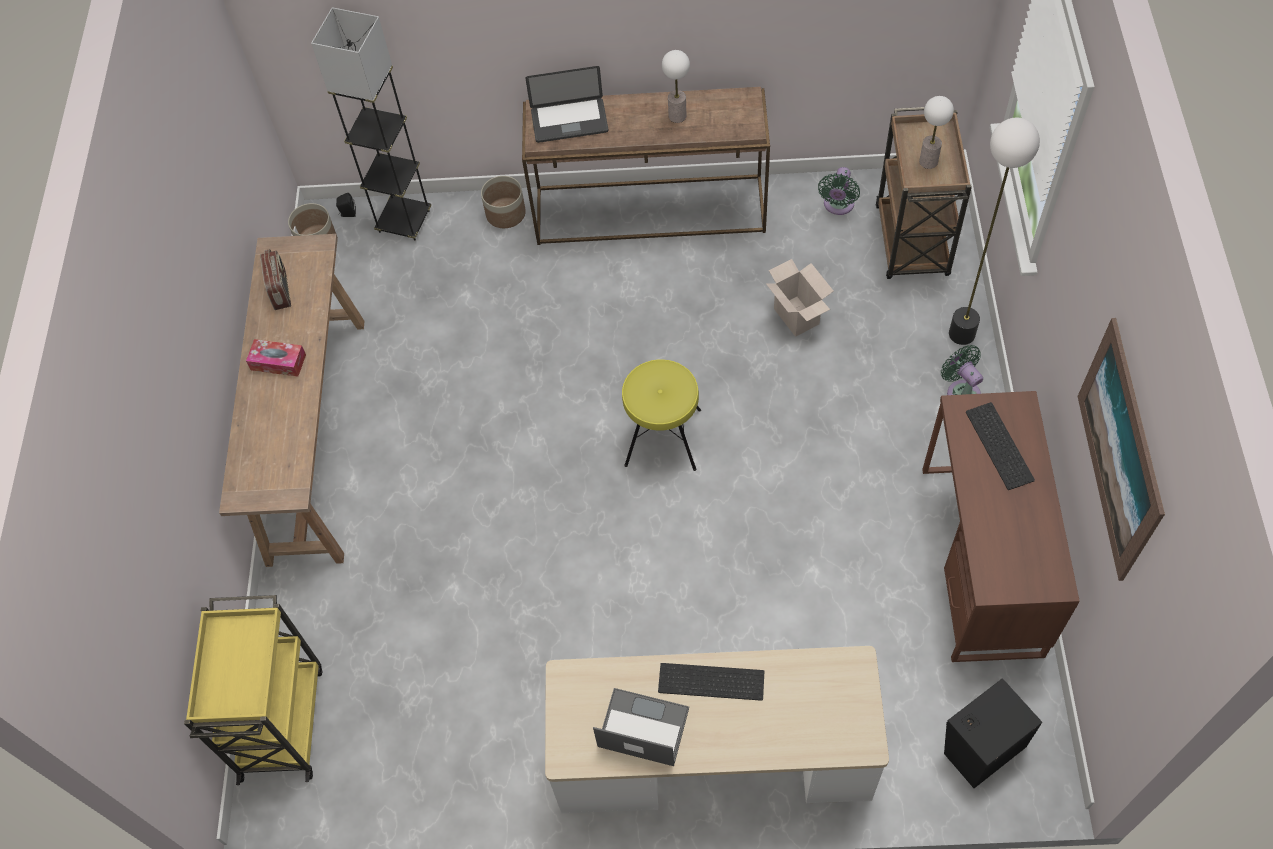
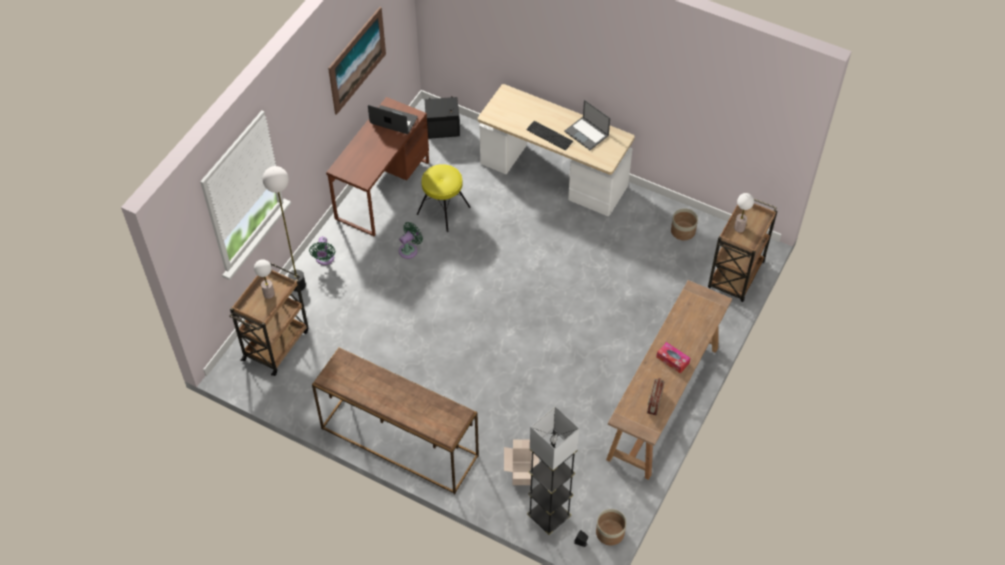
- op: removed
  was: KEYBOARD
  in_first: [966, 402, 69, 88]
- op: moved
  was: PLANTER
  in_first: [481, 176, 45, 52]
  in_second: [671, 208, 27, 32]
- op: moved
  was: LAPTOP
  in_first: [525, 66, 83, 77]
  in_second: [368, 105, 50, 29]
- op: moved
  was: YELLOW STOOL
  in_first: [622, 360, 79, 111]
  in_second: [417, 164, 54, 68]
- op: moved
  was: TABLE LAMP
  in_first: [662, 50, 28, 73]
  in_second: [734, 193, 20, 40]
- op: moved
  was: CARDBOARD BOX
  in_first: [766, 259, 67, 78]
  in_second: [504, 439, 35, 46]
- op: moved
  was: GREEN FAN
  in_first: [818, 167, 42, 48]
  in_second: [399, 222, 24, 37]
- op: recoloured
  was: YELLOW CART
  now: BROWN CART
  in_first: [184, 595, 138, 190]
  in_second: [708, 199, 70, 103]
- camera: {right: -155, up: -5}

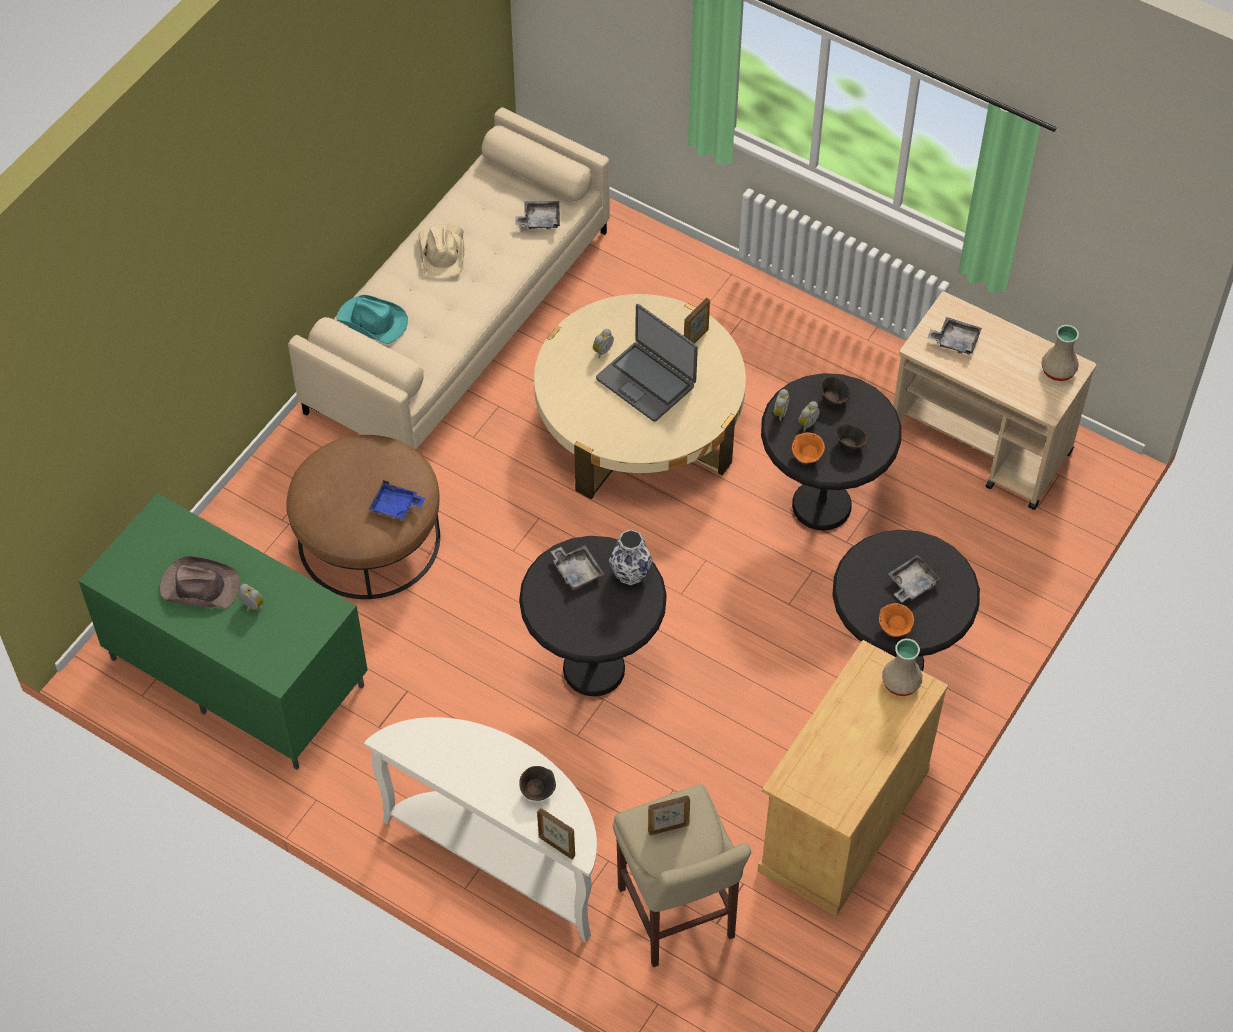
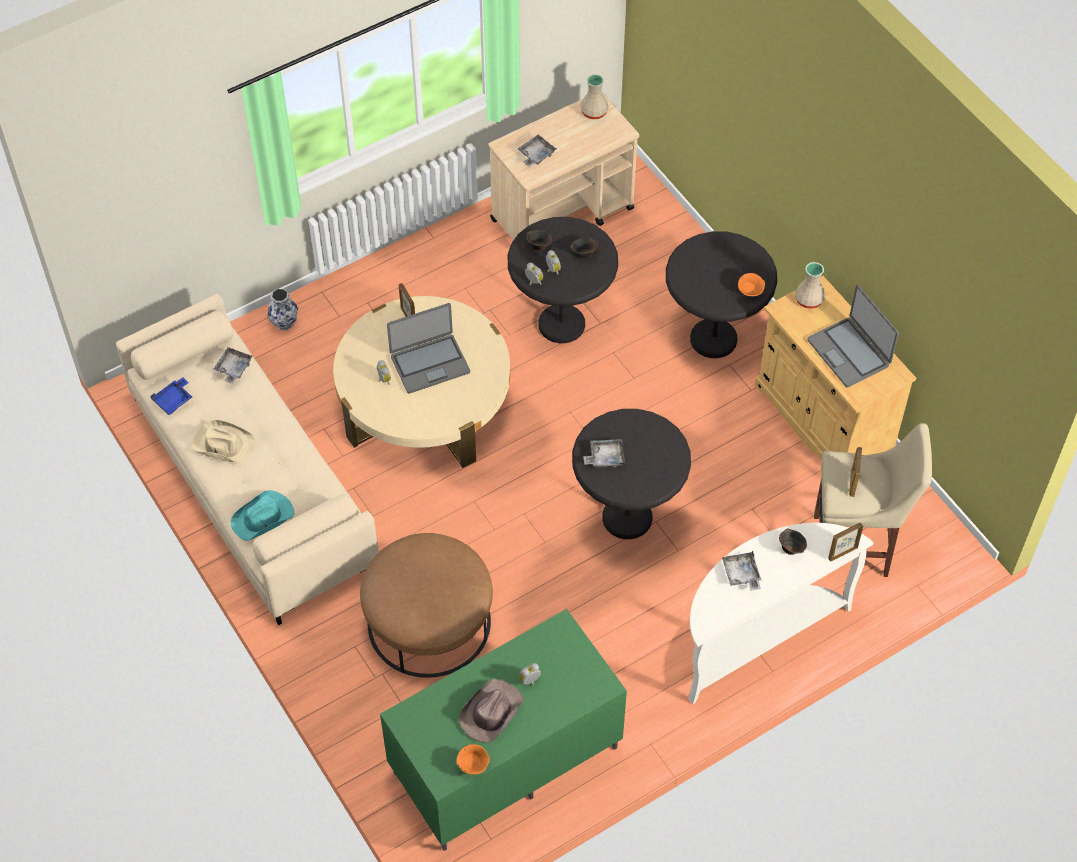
- op: added
  now: LAPTOP
  in_second: [807, 285, 92, 103]
- op: moved
  was: BLUE TRAY
  in_first: [369, 480, 56, 40]
  in_second: [150, 377, 42, 38]
- op: moved
  was: VASE
  in_first: [609, 530, 44, 55]
  in_second: [267, 289, 31, 41]
- op: moved
  was: ORANGE BOWL
  in_first: [792, 433, 33, 30]
  in_second: [456, 744, 34, 30]
- op: moved
  was: GREY TRAY
  in_first: [888, 555, 54, 48]
  in_second: [722, 551, 39, 39]
- camera: {right: -65, up: 0}

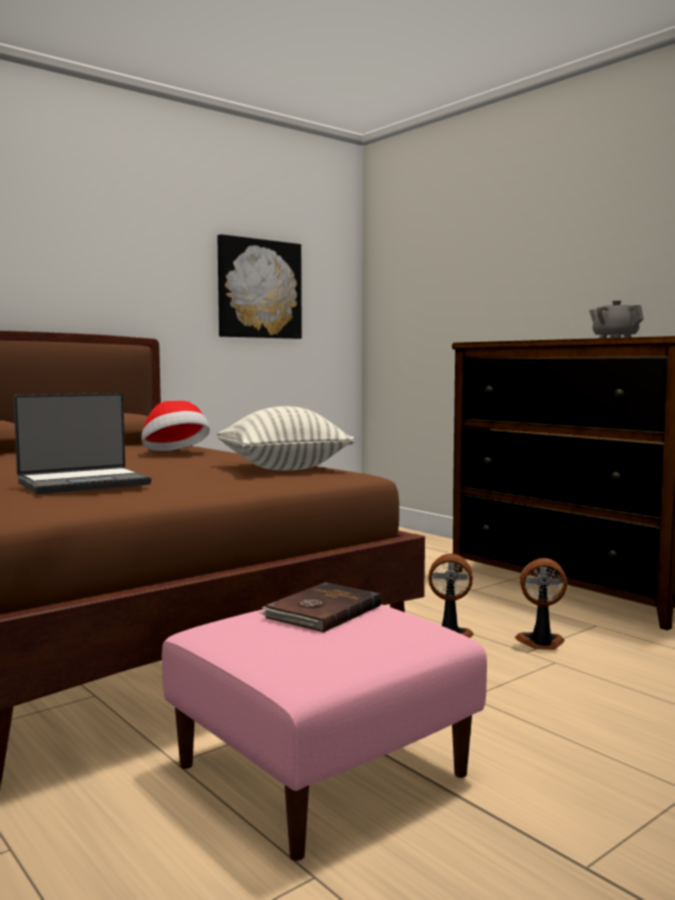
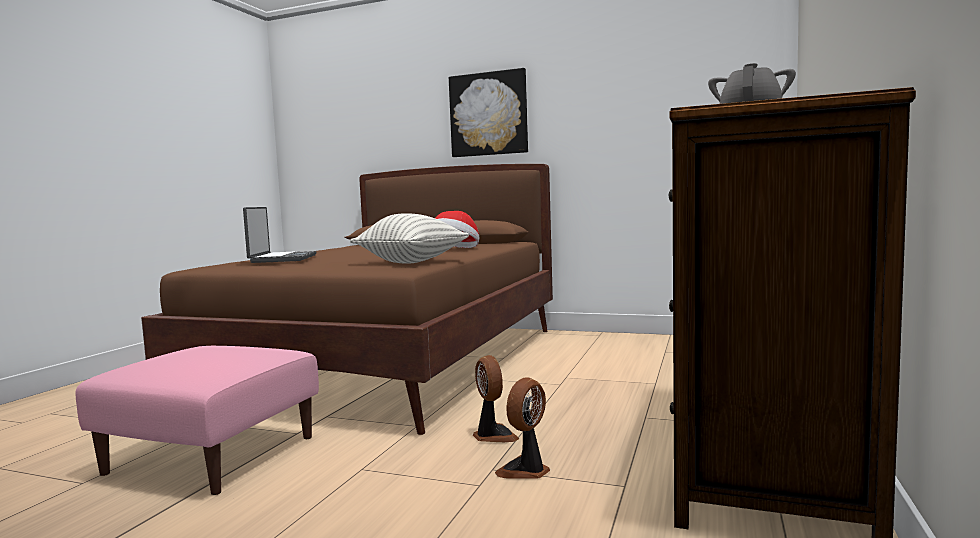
- op: removed
  was: BROWN BOOK
  in_first: [260, 582, 121, 51]
- op: moved
  was: PICTURE
  in_first: [217, 234, 85, 105]
  in_second: [449, 68, 79, 89]
- op: turned
  was: LAPTOP
  in_first: [13, 393, 138, 101]
  in_second: [243, 207, 73, 56]
  clockwise: -120
- op: turned
  was: FAN
  in_first: [515, 558, 52, 92]
  in_second: [495, 377, 55, 102]
  clockwise: -120
- camera: {right: 60, up: 0}

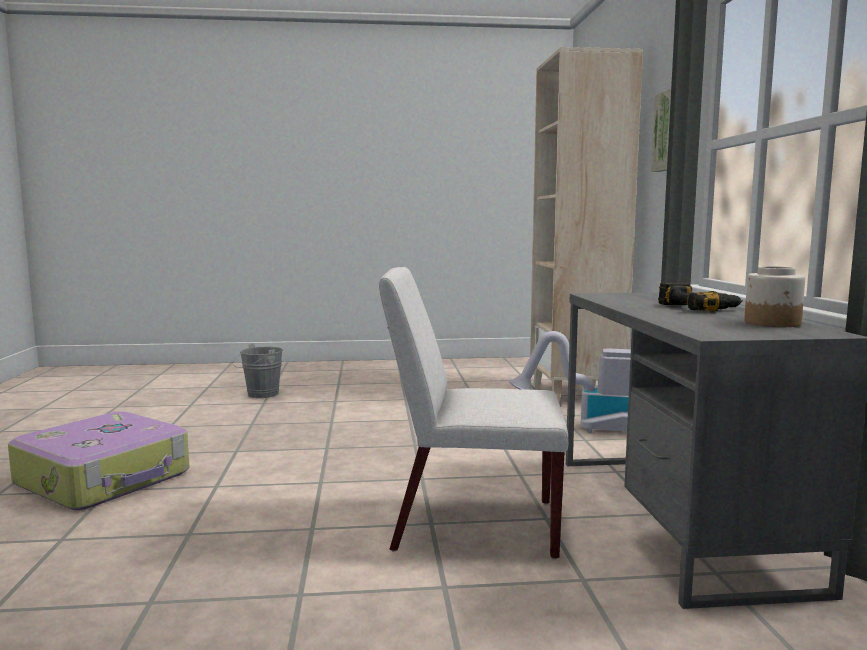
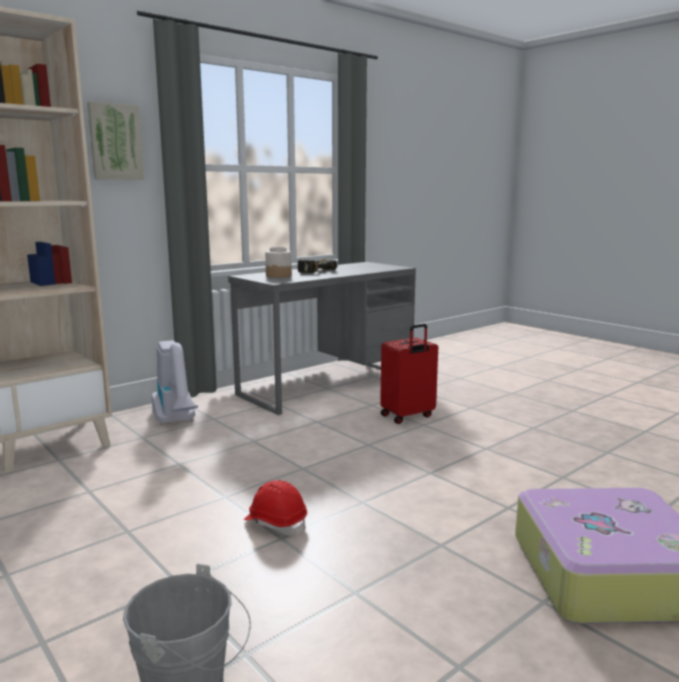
- op: added
  now: RED HARD HAT
  in_second: [244, 480, 63, 56]
- op: moved
  was: JAR
  in_first: [744, 266, 61, 61]
  in_second: [265, 247, 27, 31]
- op: replaced
  was: WHITE CHAIR
  now: RED SUITCASE
  in_first: [379, 267, 189, 292]
  in_second: [380, 324, 58, 100]
- camera: {right: -125, up: 5}

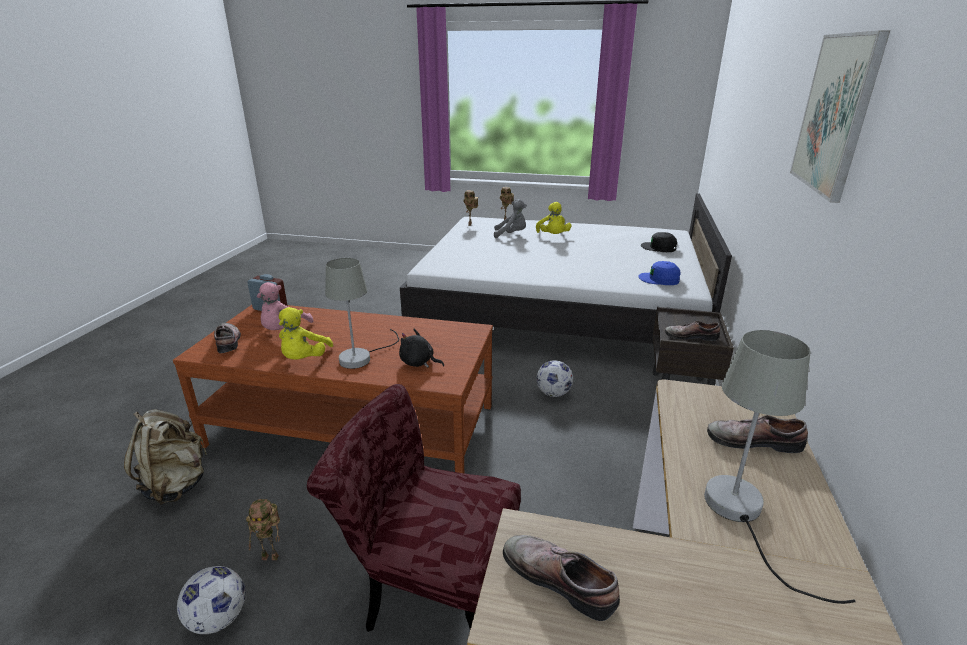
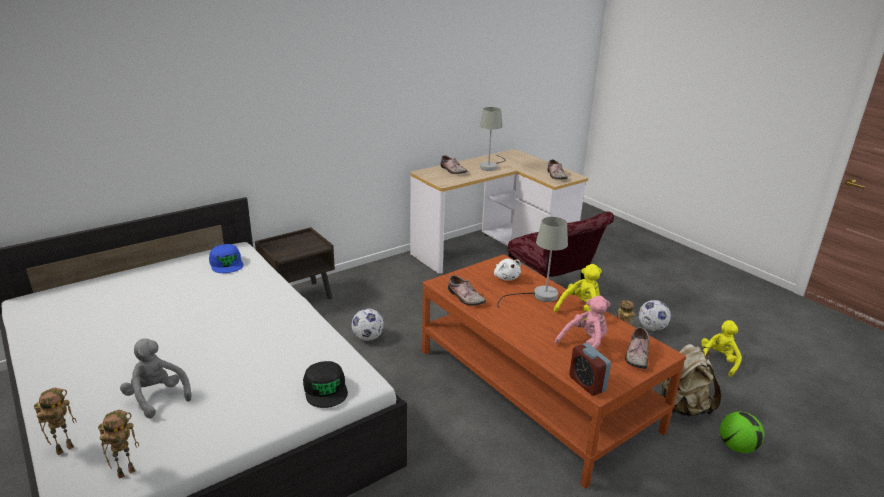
- op: removed
  was: PICTURE
  in_first: [790, 30, 100, 173]
- op: added
  now: FOOTBALL
  in_second: [720, 412, 44, 41]
- op: moved
  was: YELLOW PLUSH TOY
  in_first: [536, 202, 36, 32]
  in_second: [701, 320, 41, 57]
- op: moved
  was: BLACK CAP
  in_first: [641, 232, 36, 20]
  in_second: [303, 361, 45, 47]
- op: moved
  was: SHOE
  in_first: [665, 321, 55, 20]
  in_second: [448, 275, 38, 31]
- op: recoloured
  was: BLACK PLUSH TOY
  now: WHITE PLUSH TOY
  in_first: [399, 329, 45, 39]
  in_second: [494, 259, 27, 22]
- camera: {right: -140, up: 0}

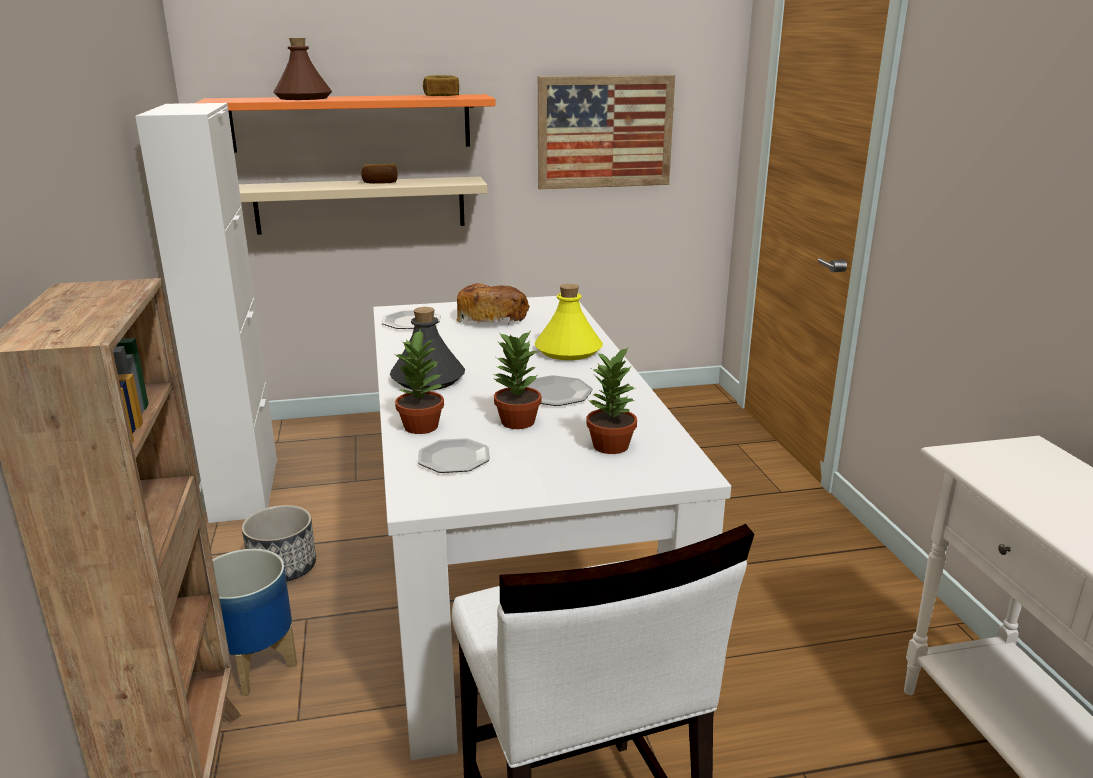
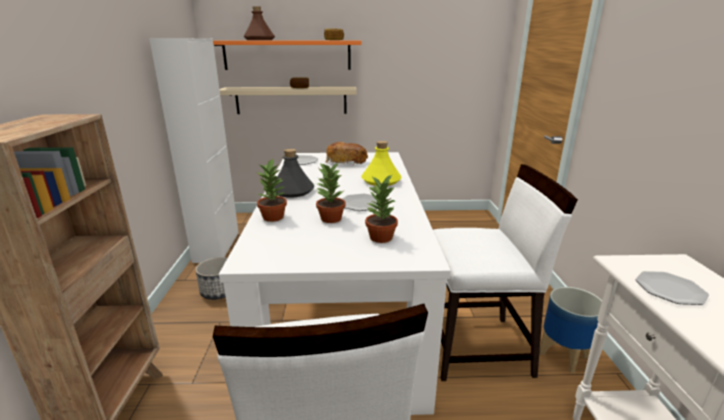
- op: removed
  was: PICTURE
  in_first: [538, 75, 137, 114]
- op: added
  now: WHITE CHAIR
  in_second: [433, 164, 145, 217]
- op: moved
  was: PLANTER
  in_first: [212, 549, 85, 147]
  in_second: [539, 287, 63, 86]
- op: moved
  was: PLATE
  in_first: [418, 438, 72, 35]
  in_second: [635, 271, 74, 34]
- camera: {right: 10, up: 0}

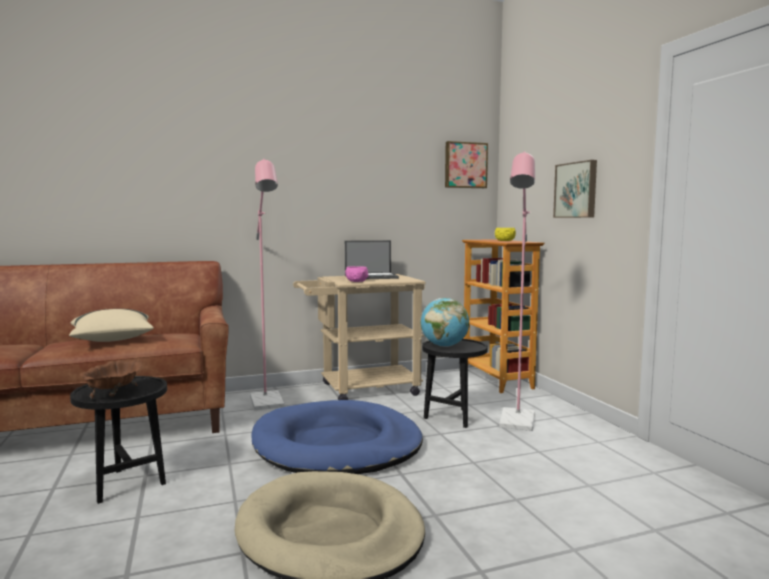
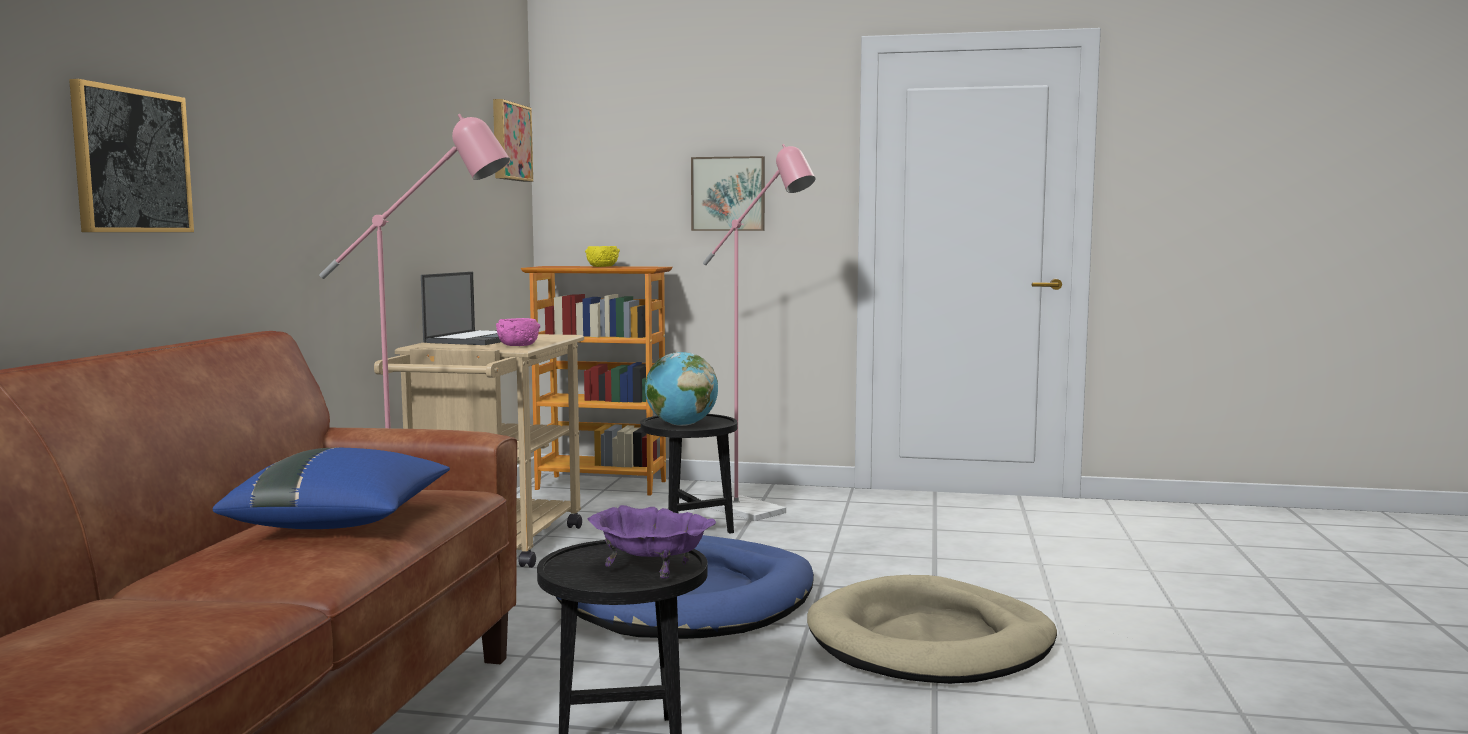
- op: added
  now: PICTURE
  in_second: [69, 79, 125, 153]
- op: recoloured
  was: BEIGE PILLOW
  now: BLUE PILLOW
  in_first: [69, 309, 85, 33]
  in_second: [212, 448, 238, 81]
- op: recoloured
  was: BROWN BOWL
  now: PURPLE BOWL
  in_first: [80, 360, 63, 39]
  in_second: [587, 505, 129, 74]
- camera: {right: -60, up: 0}

